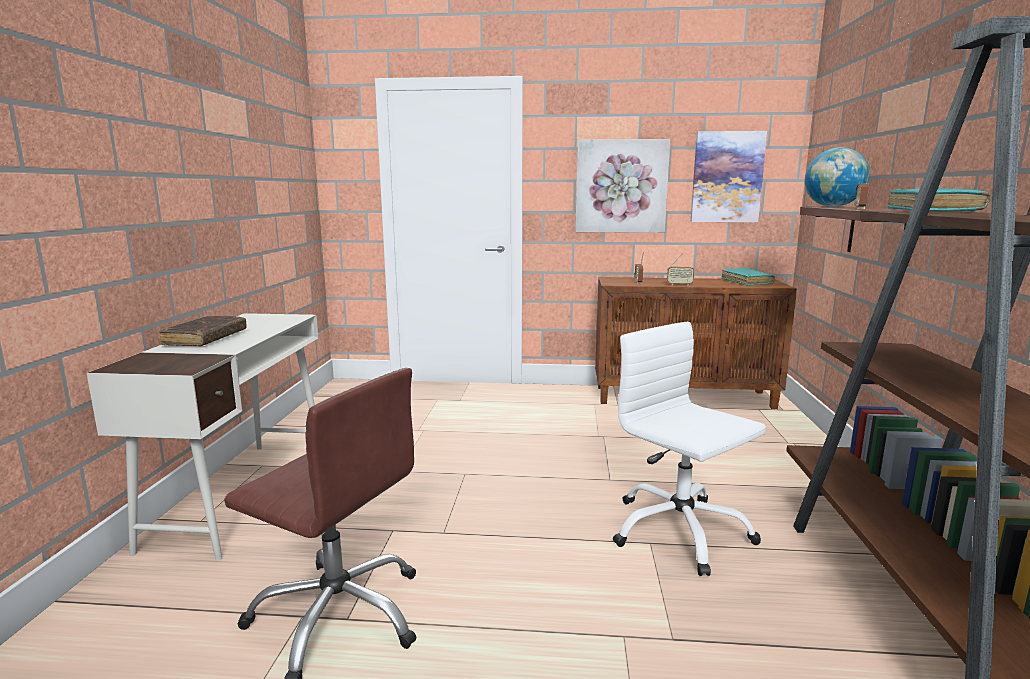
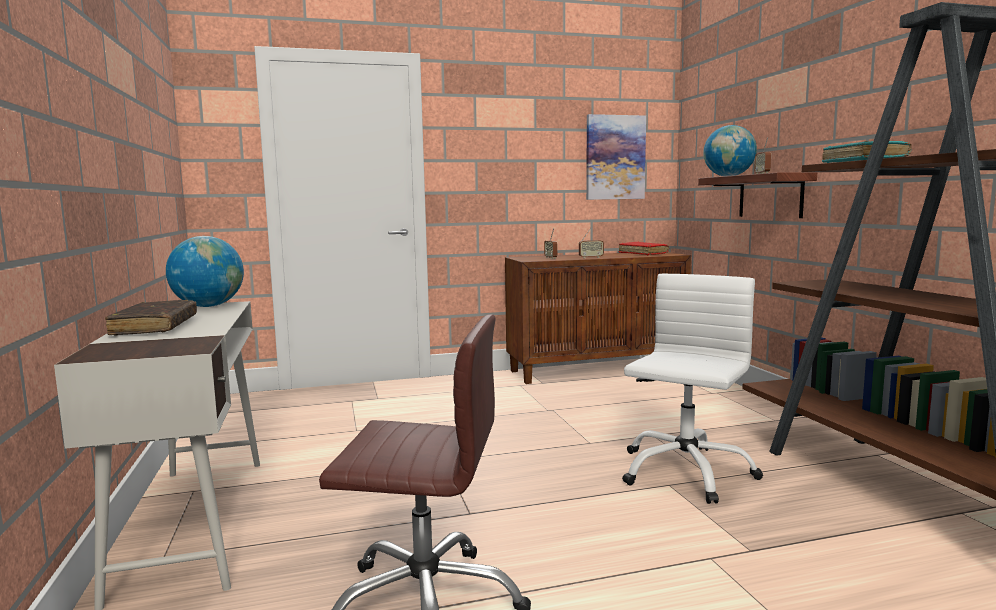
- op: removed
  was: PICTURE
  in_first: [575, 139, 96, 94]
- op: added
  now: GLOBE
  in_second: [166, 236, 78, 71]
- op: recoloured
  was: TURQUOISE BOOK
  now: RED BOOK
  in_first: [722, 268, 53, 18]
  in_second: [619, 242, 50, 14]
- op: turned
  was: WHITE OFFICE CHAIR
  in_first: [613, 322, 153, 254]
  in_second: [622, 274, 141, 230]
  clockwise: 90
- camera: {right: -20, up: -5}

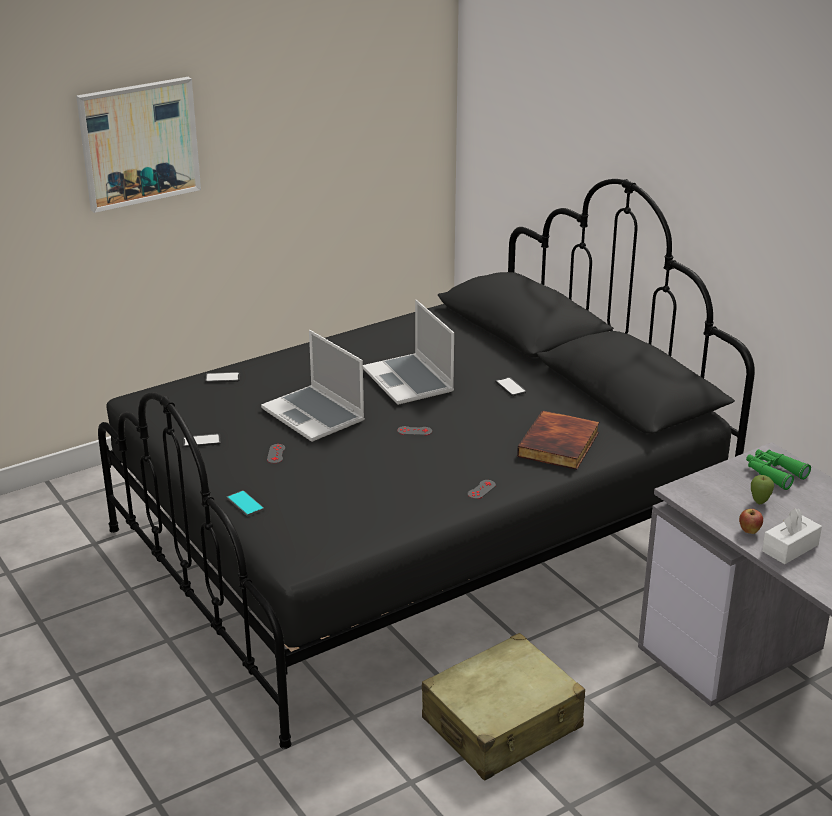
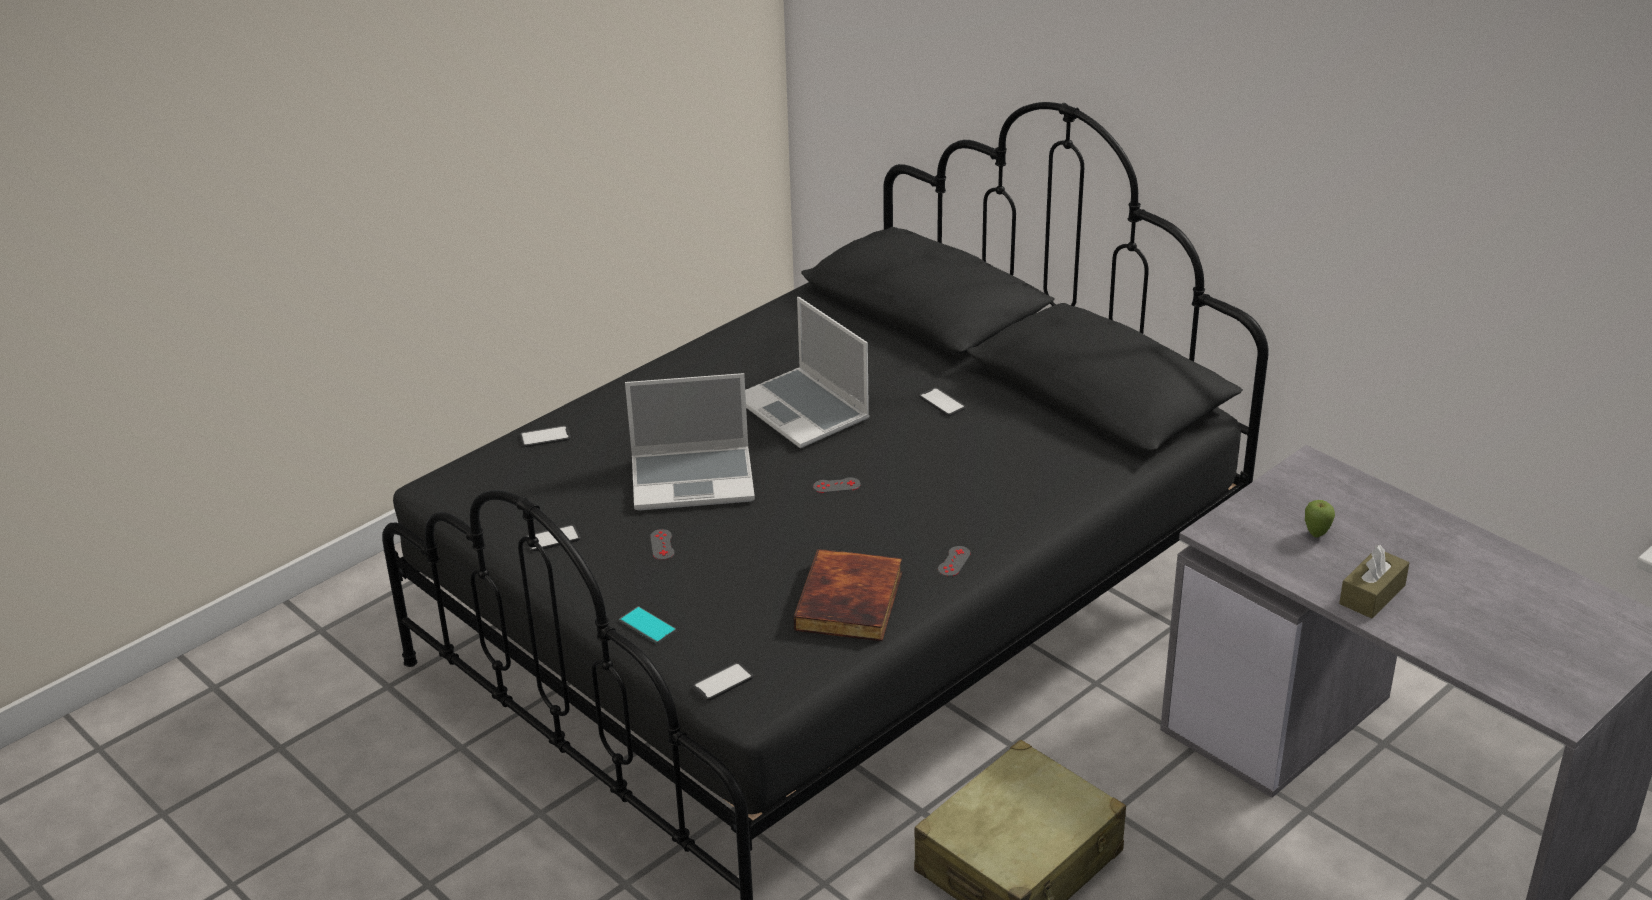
- op: removed
  was: PICTURE
  in_first: [76, 77, 125, 136]
- op: removed
  was: APPLE
  in_first: [739, 509, 24, 25]
- op: removed
  was: GREEN BINOCULARS
  in_first: [746, 449, 65, 41]
- op: added
  now: PHONE
  in_second: [693, 662, 61, 38]
- op: moved
  was: BOOK
  in_first: [517, 410, 82, 60]
  in_second: [793, 549, 109, 92]
- op: recoloured
  was: WHITE TISSUE BOX
  now: BROWN TISSUE BOX
  in_first: [762, 508, 60, 56]
  in_second: [1339, 545, 70, 74]
- op: turned
  was: LAPTOP
  in_first: [261, 330, 104, 112]
  in_second: [625, 373, 130, 138]
  clockwise: -45
- camera: {right: -10, up: 5}

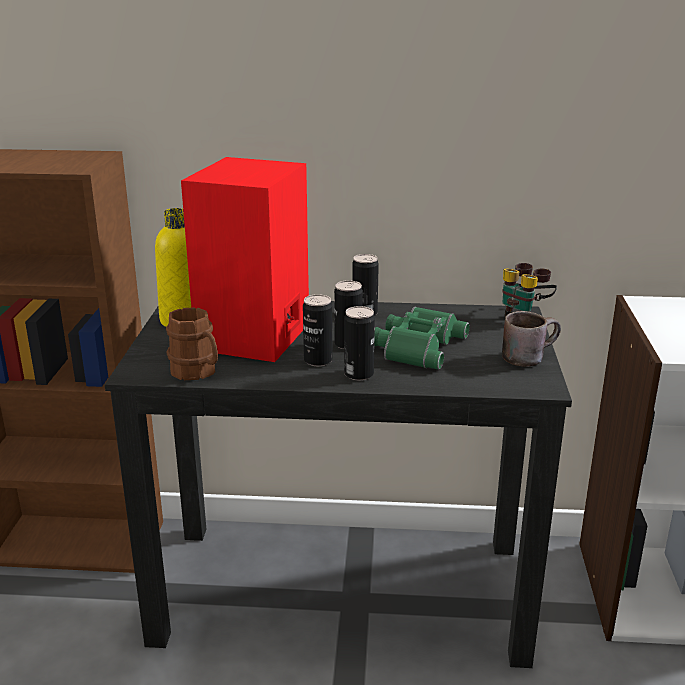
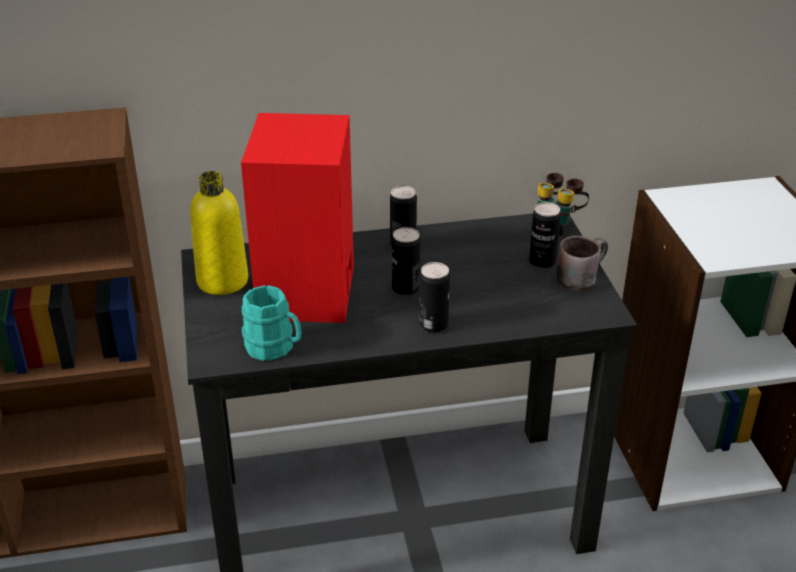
- op: removed
  was: GREEN BINOCULARS
  in_first: [374, 307, 96, 63]
- op: moved
  was: CAN
  in_first: [303, 294, 30, 72]
  in_second: [529, 202, 32, 66]
- op: recoloured
  was: BROWN MUG
  now: TURQUOISE MUG
  in_first: [166, 307, 52, 73]
  in_second: [242, 285, 60, 76]
- camera: {right: -15, up: 10}

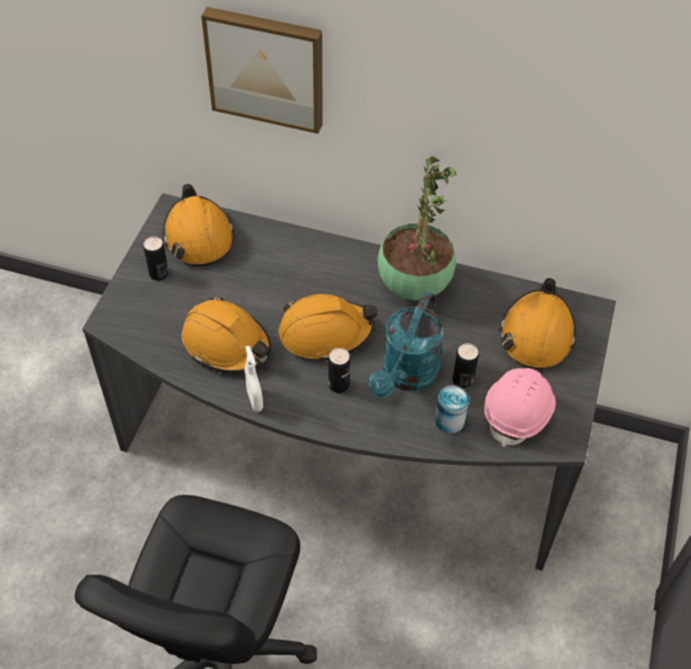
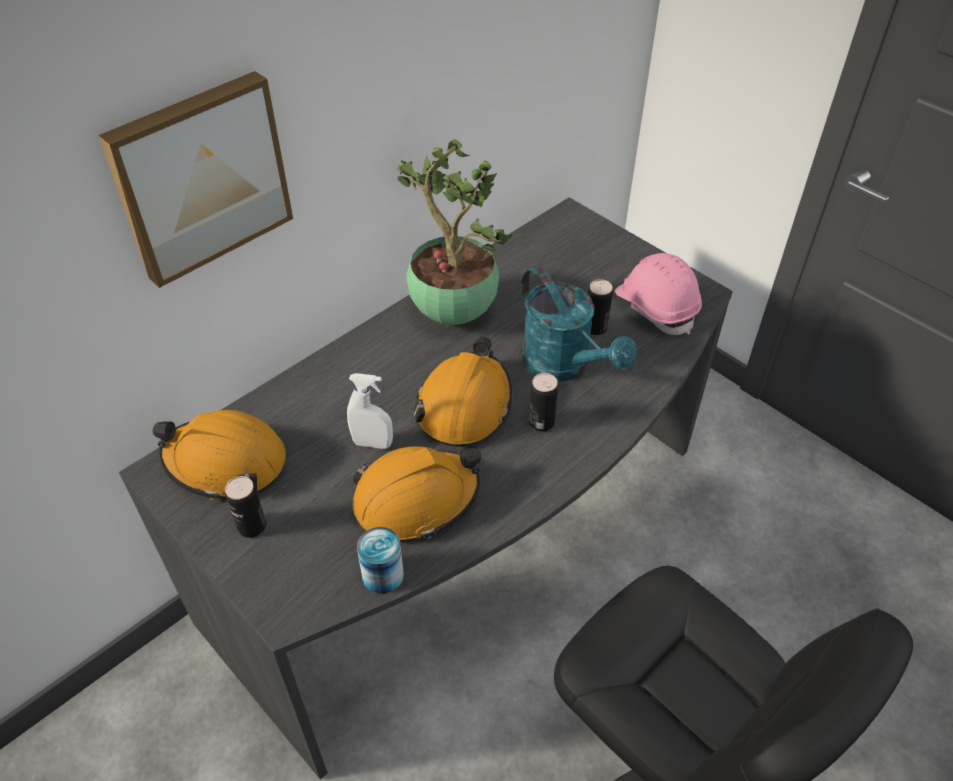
- op: removed
  was: ORANGE HARD HAT
  in_first: [500, 278, 76, 91]
- op: moved
  was: WHITE SPRAY BOTTLE
  in_first: [245, 345, 18, 67]
  in_second: [347, 373, 46, 76]
- op: moved
  was: CAN
  in_first: [435, 385, 34, 48]
  in_second: [357, 527, 47, 67]
- camera: {right: -60, up: -5}

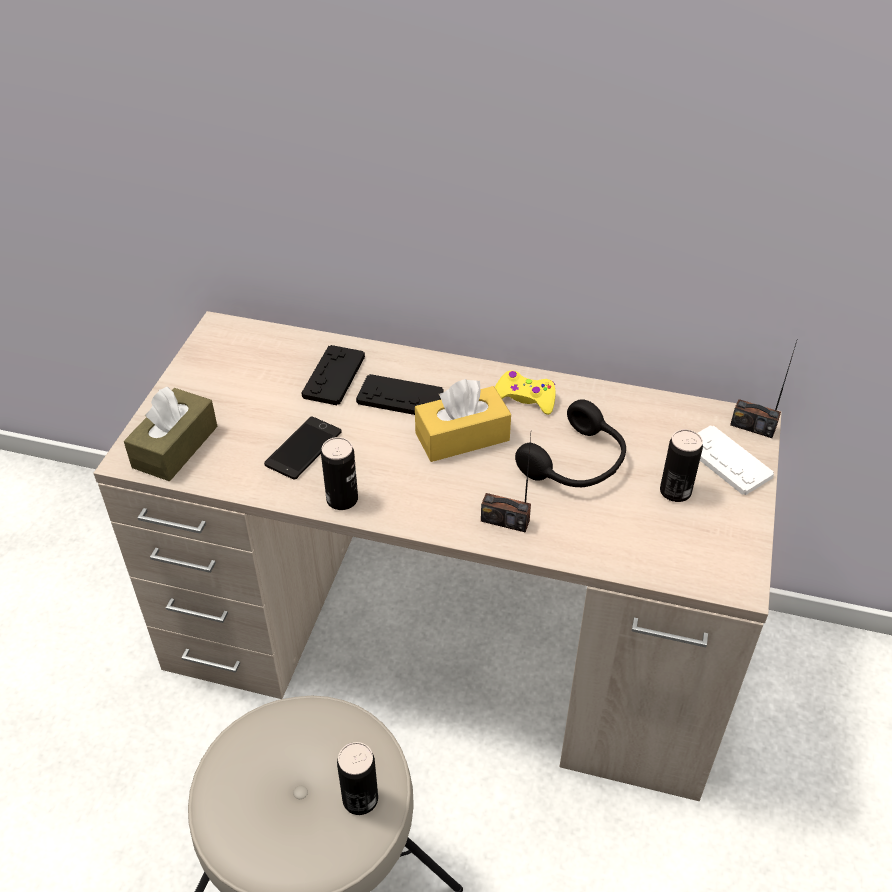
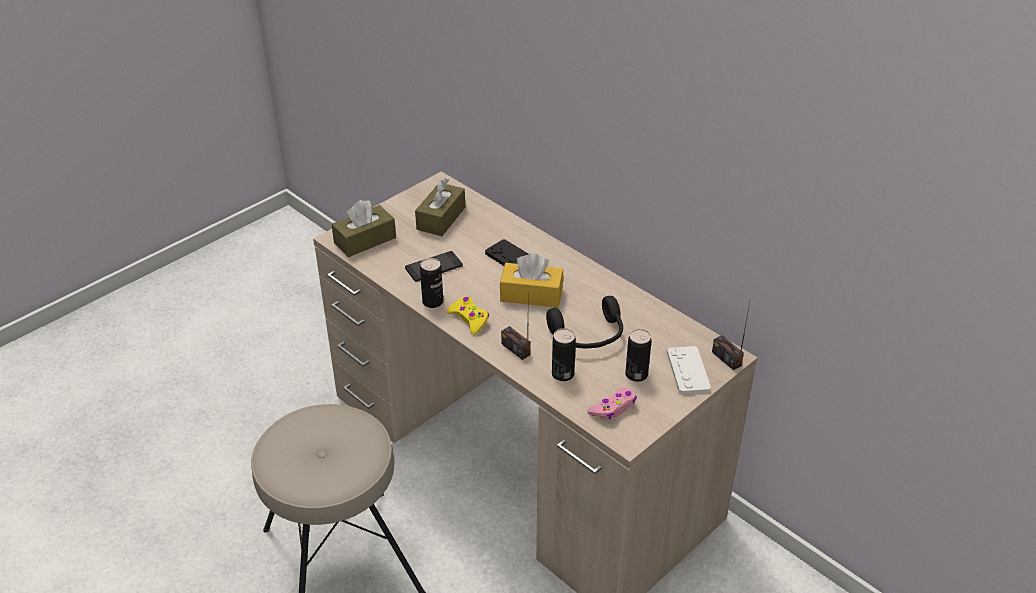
- op: removed
  was: BLACK GAME CONTROLLER
  in_first: [302, 345, 63, 60]
- op: added
  now: BROWN TISSUE BOX
  in_second: [415, 178, 50, 58]
- op: added
  now: PINK GAME CONTROLLER
  in_second: [587, 388, 50, 31]
- op: moved
  was: CAN
  in_first: [337, 742, 41, 73]
  in_second: [552, 328, 24, 53]
- op: moved
  was: YELLOW GAME CONTROLLER
  in_first: [495, 370, 61, 45]
  in_second: [447, 296, 42, 39]
- camera: {right: 30, up: -5}

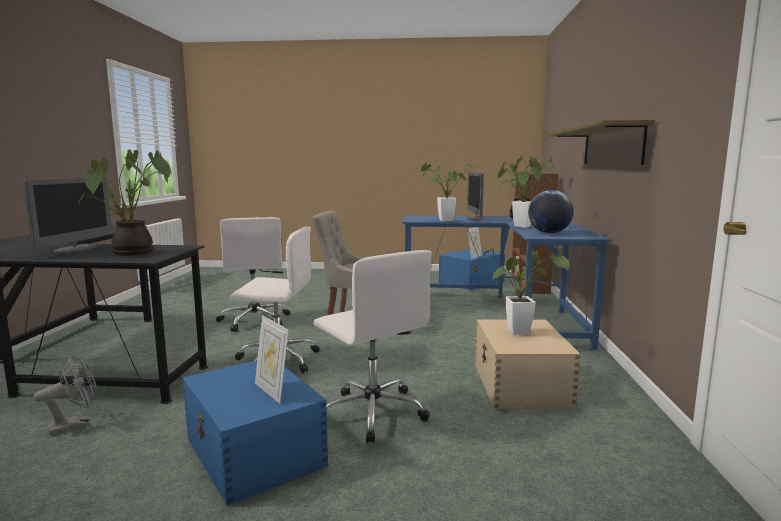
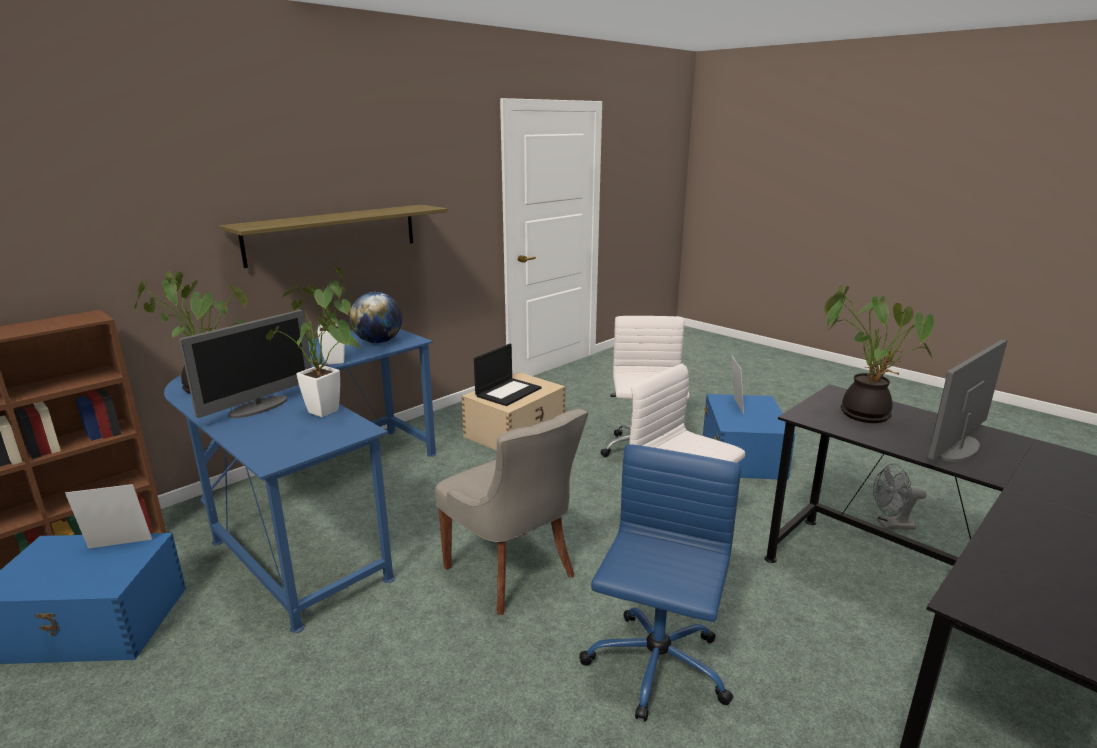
- op: replaced
  was: POTTED PLANT
  now: LAPTOP
  in_first: [482, 246, 88, 89]
  in_second: [474, 344, 68, 62]
- op: recoloured
  was: WHITE OFFICE CHAIR
  now: BLUE OFFICE CHAIR
  in_first: [216, 217, 74, 115]
  in_second: [579, 444, 162, 278]
- camera: {right: -140, up: 10}

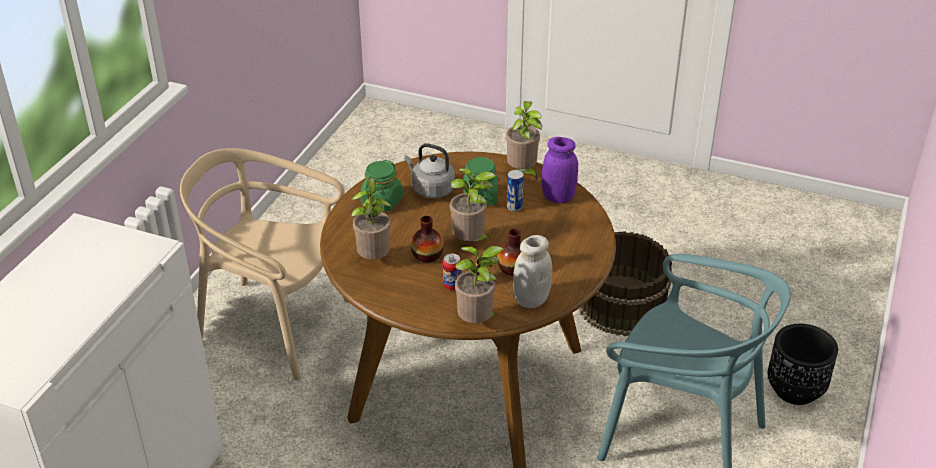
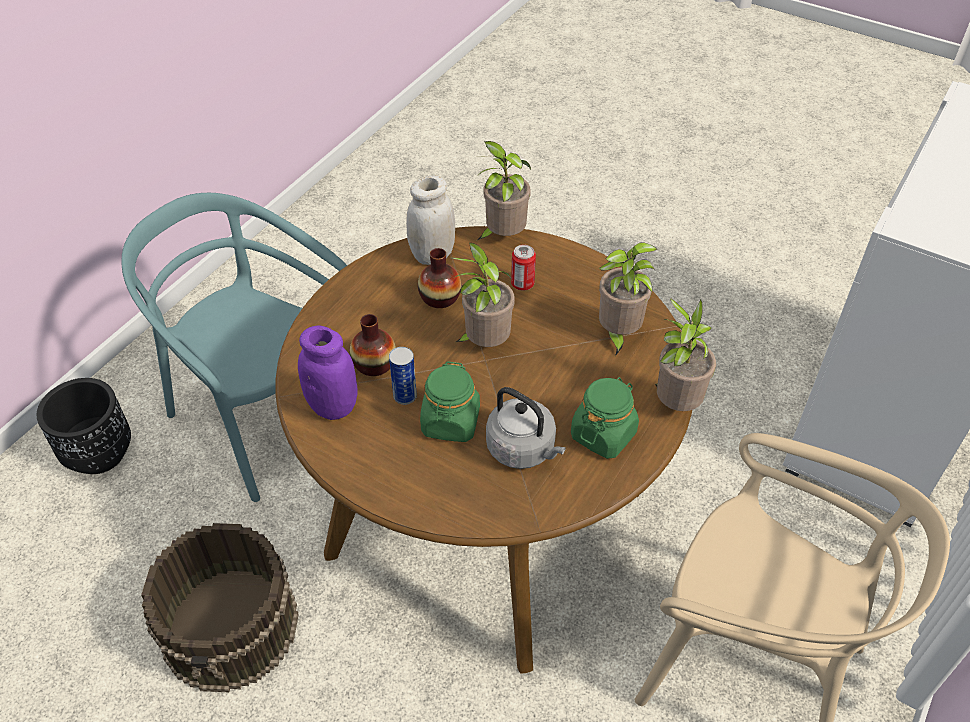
- op: moved
  was: VASE
  in_first: [411, 216, 33, 47]
  in_second: [350, 314, 46, 62]
- op: moved
  was: POTTED PLANT
  in_first: [506, 101, 36, 78]
  in_second: [655, 299, 61, 112]
- camera: {right: -170, up: 10}

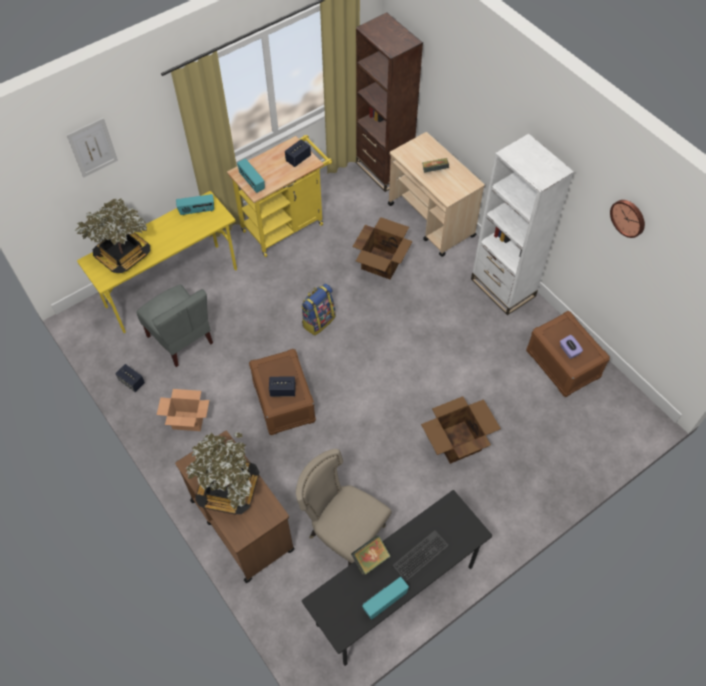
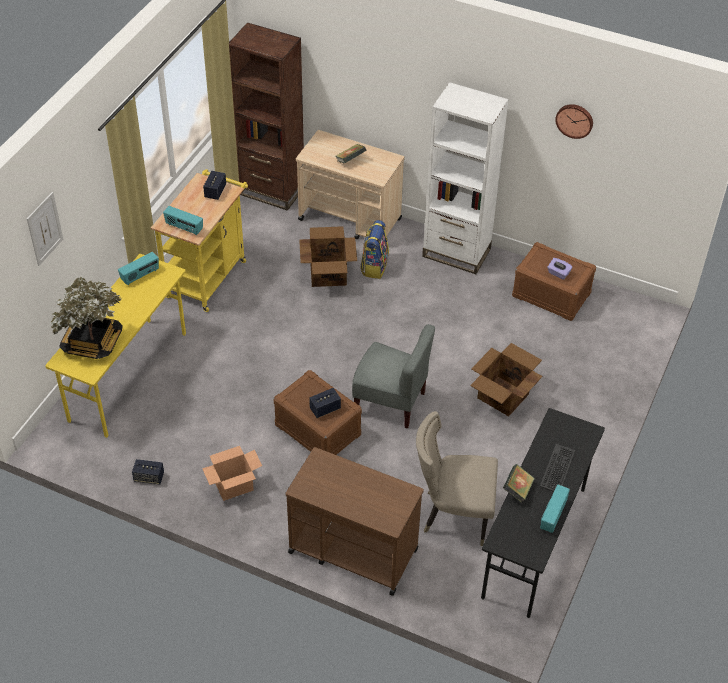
- op: removed
  was: POTTED PLANT
  in_first: [186, 432, 73, 83]
- op: moved
  was: GREY CHAIR
  in_first: [136, 284, 77, 83]
  in_second: [352, 324, 83, 105]
- op: moved
  was: BACKPACK
  in_first: [301, 283, 35, 53]
  in_second: [360, 220, 29, 59]
- camera: {right: -30, up: -10}

